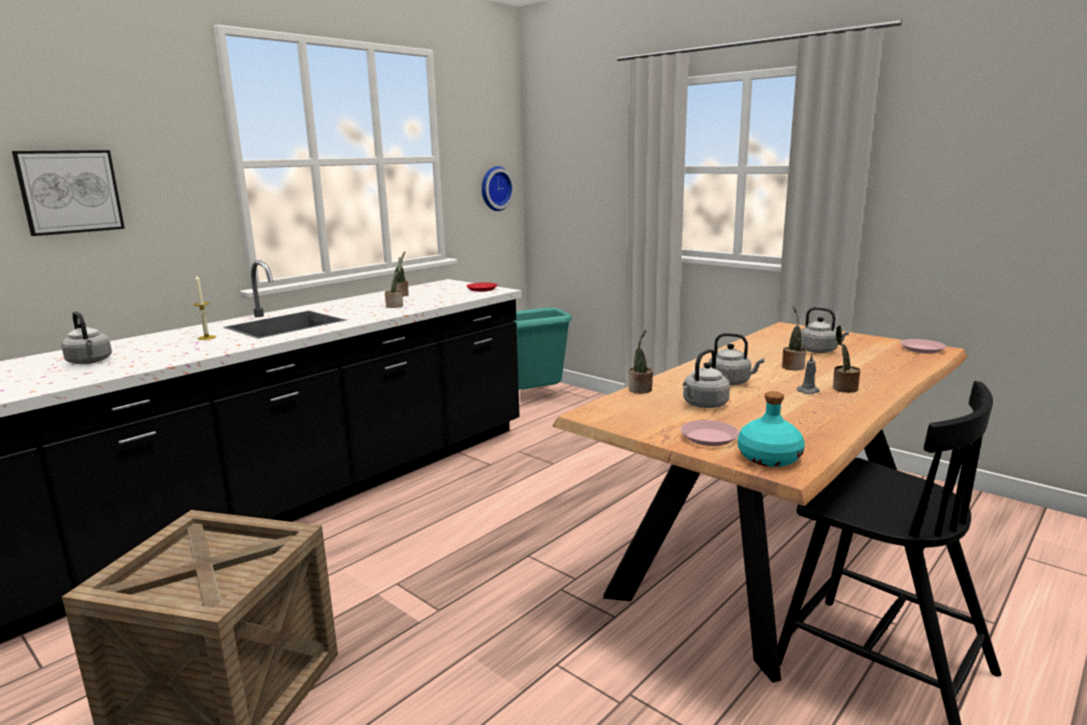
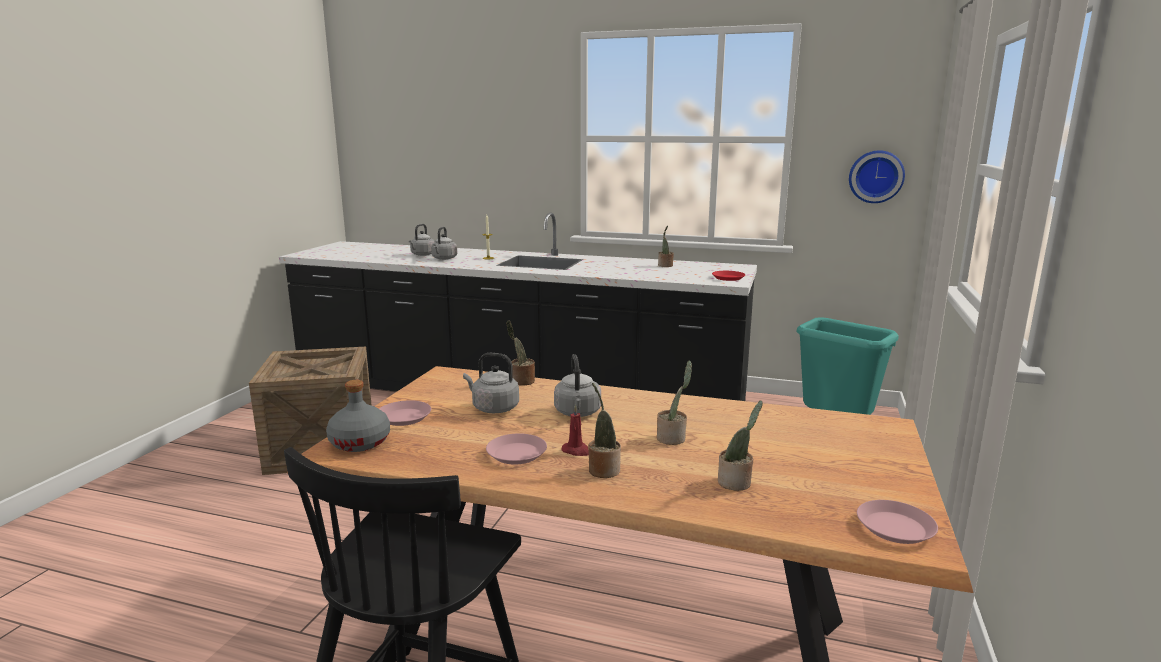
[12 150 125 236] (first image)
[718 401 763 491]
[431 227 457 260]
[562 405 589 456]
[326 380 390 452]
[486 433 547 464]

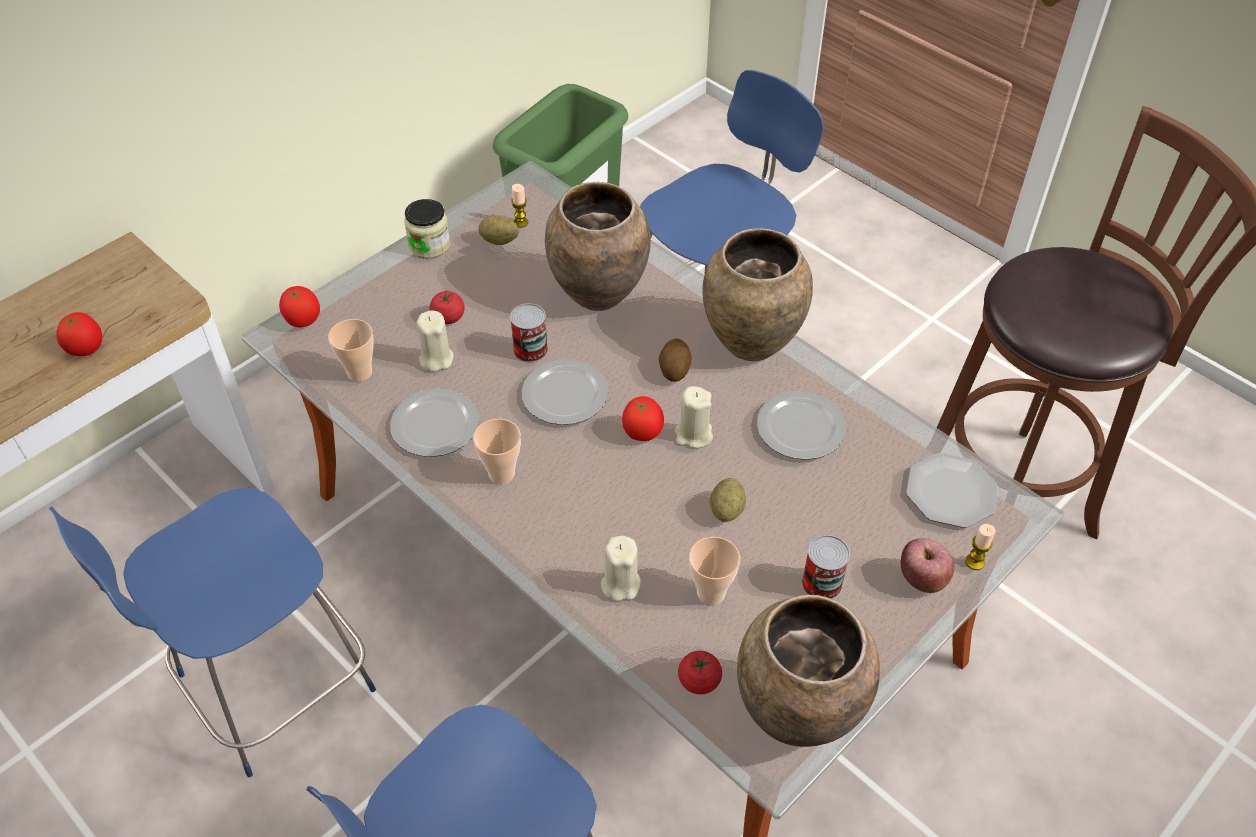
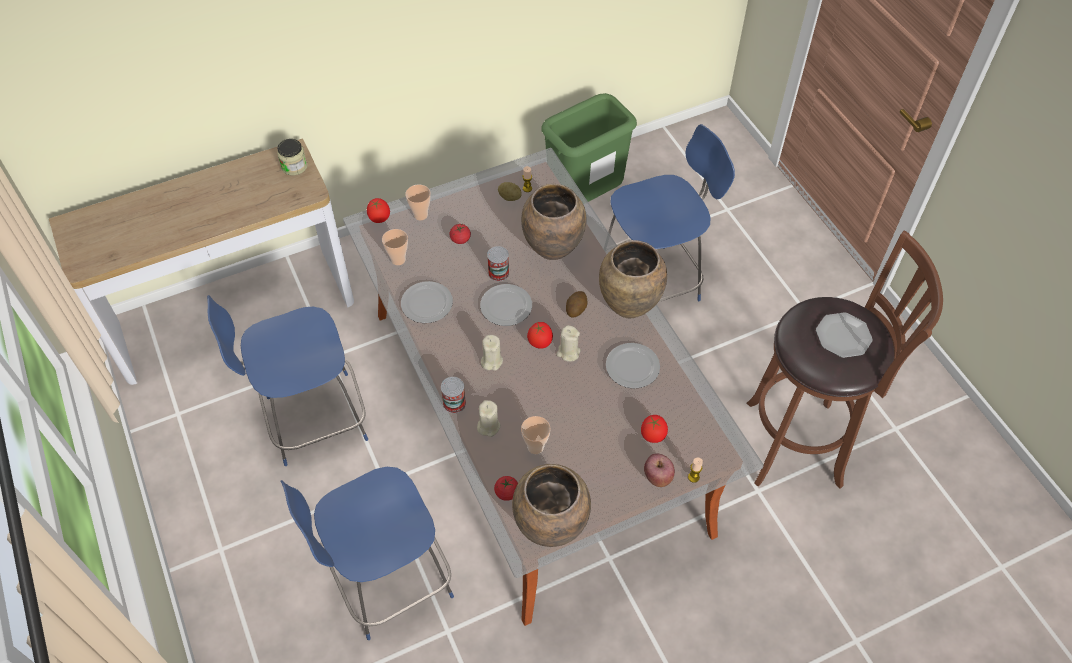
[277 139 308 175]
[481 335 503 371]
[641 415 668 443]
[405 185 431 220]
[816 312 873 358]
[710 478 746 522] (first image)
[441 377 466 413]

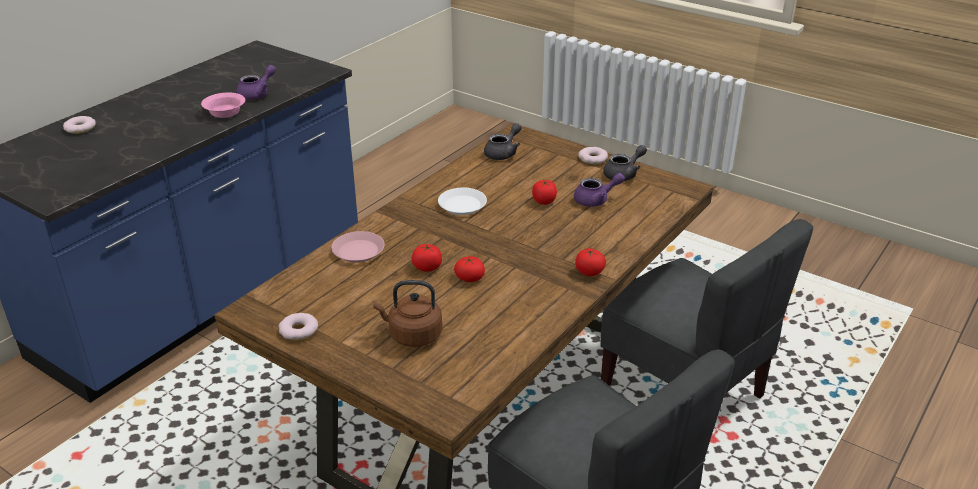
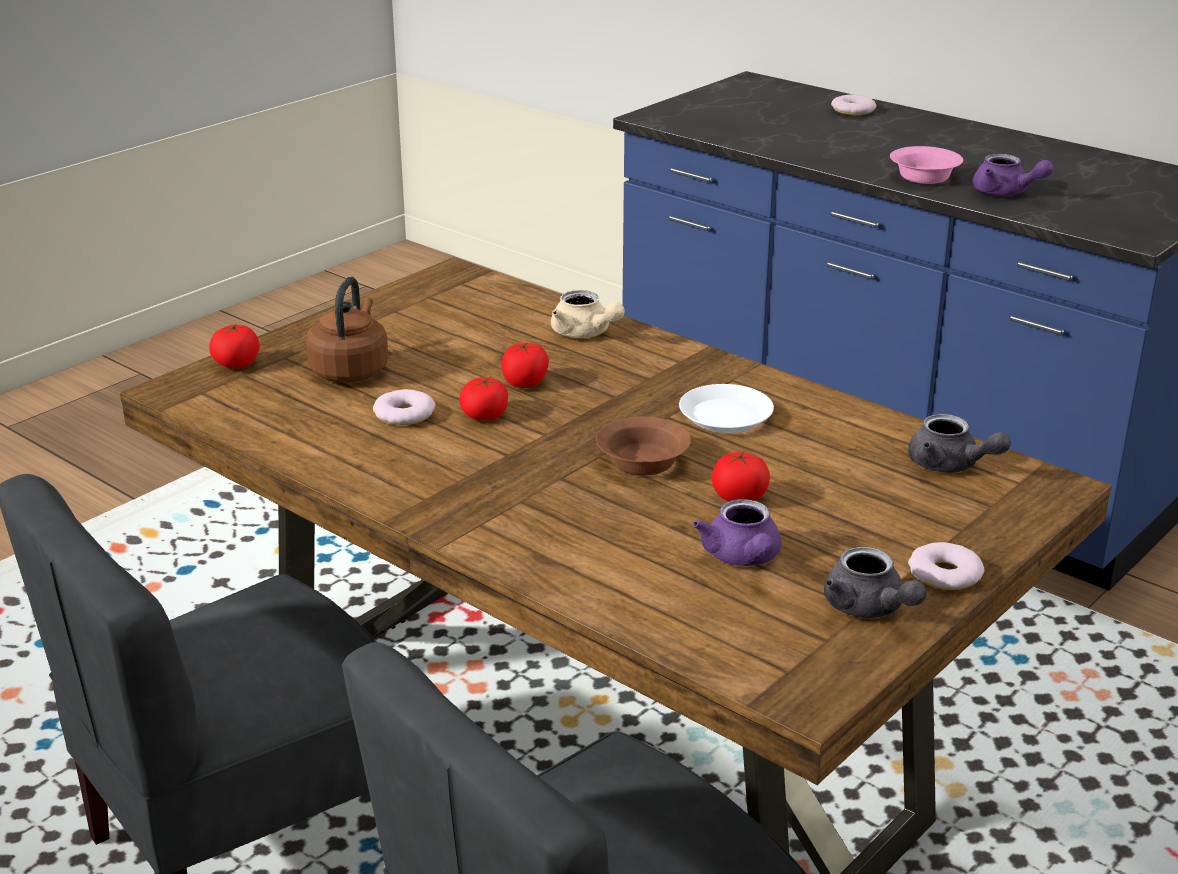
[551 290 625 338]
[209 324 259 369]
[373 389 435 426]
[596 417 691 475]

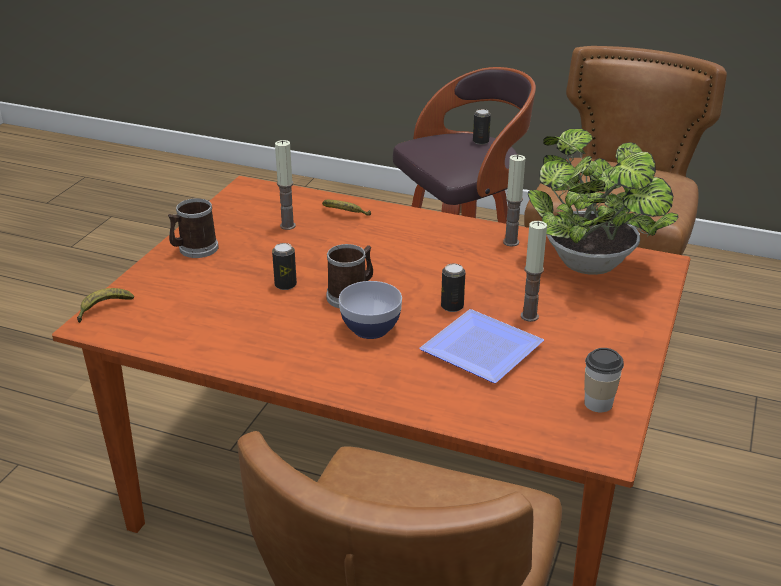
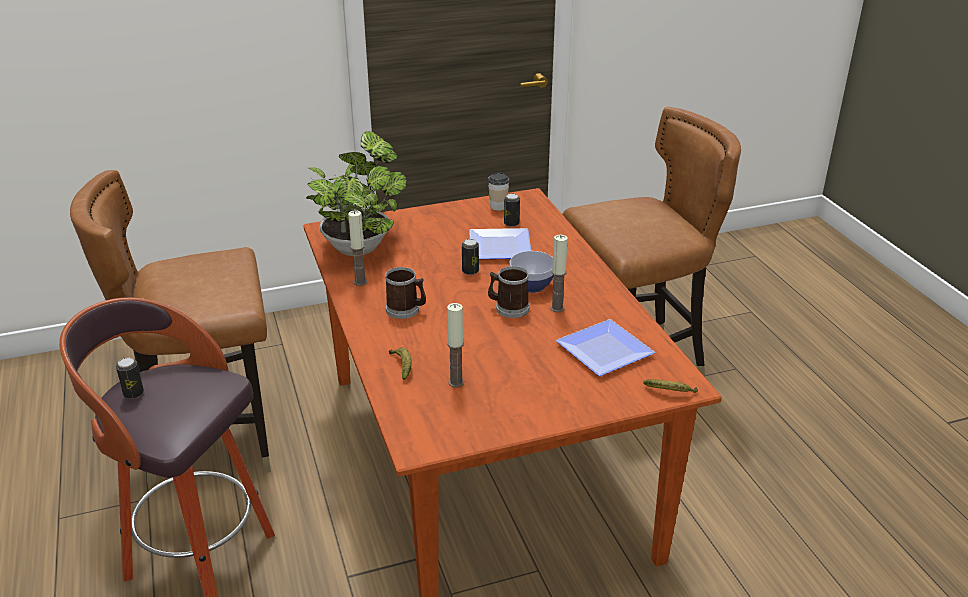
[385 267 426 319]
[550 234 568 312]
[504 193 520 227]
[556 319 655 376]

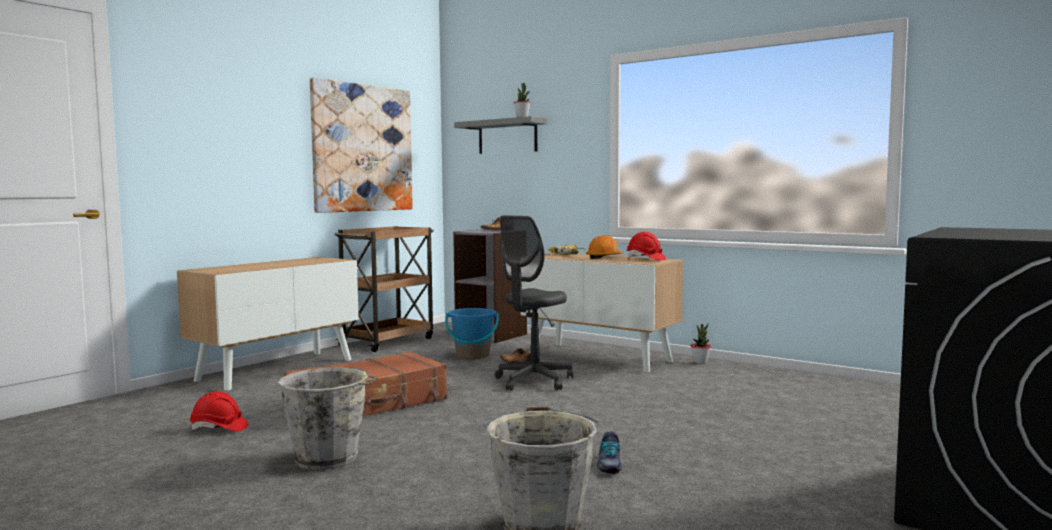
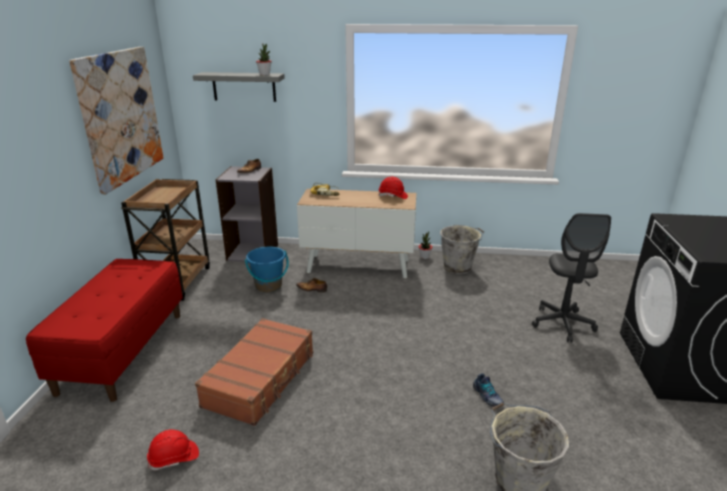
[532 213 611 342]
[586 235 624 259] (first image)
[26 259 183 402]
[440 225 484 274]

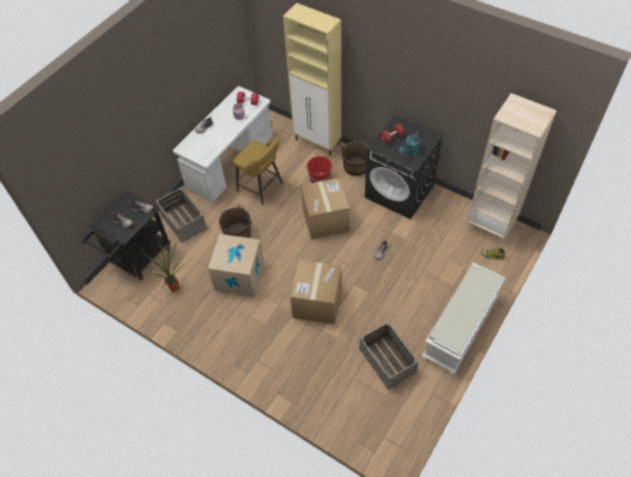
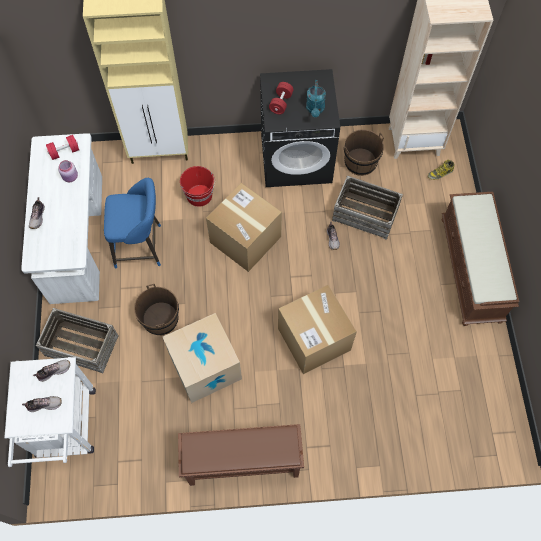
[104 178 161 269]
[344 129 384 176]
[4 357 96 467]
[140 240 184 292] (first image)
[442 192 519 326]
[332 175 403 240]
[178 424 304 486]

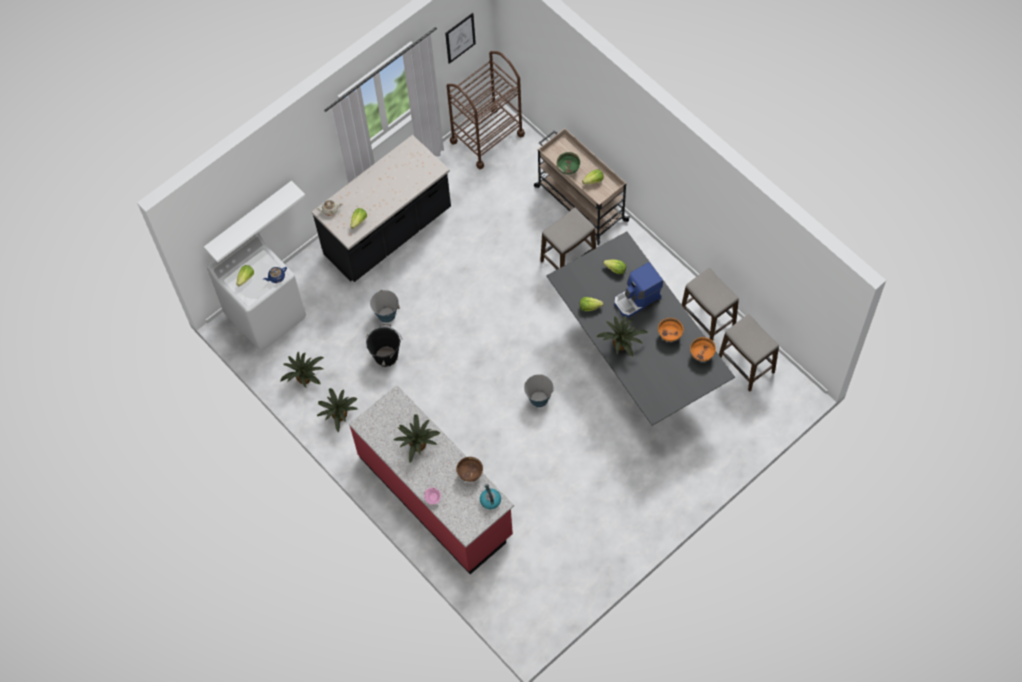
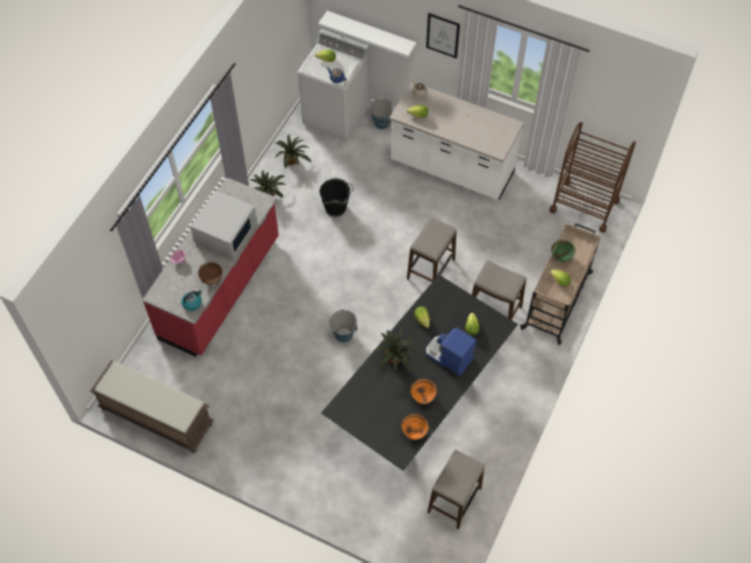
[426 13 460 59]
[390 82 524 200]
[407 217 457 282]
[370 99 395 129]
[190 190 257 258]
[90 360 214 453]

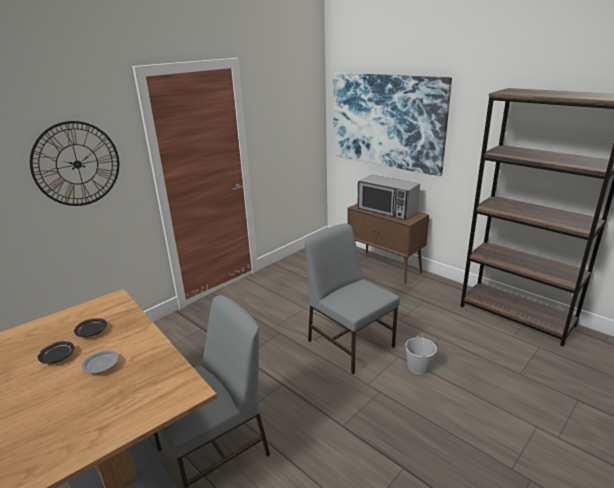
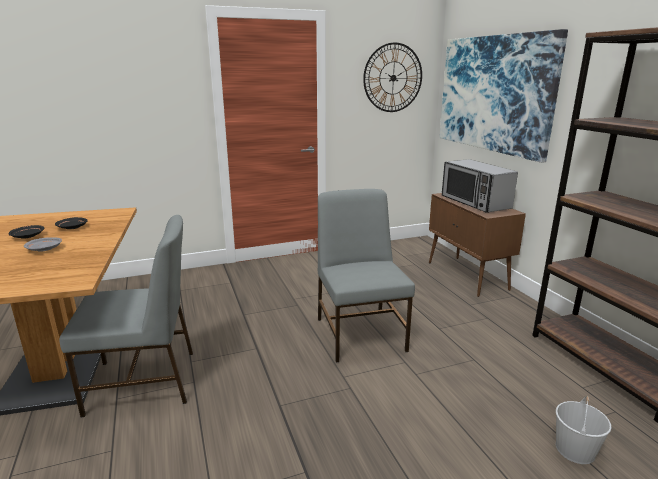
[363 42 422 112]
[556 396 612 464]

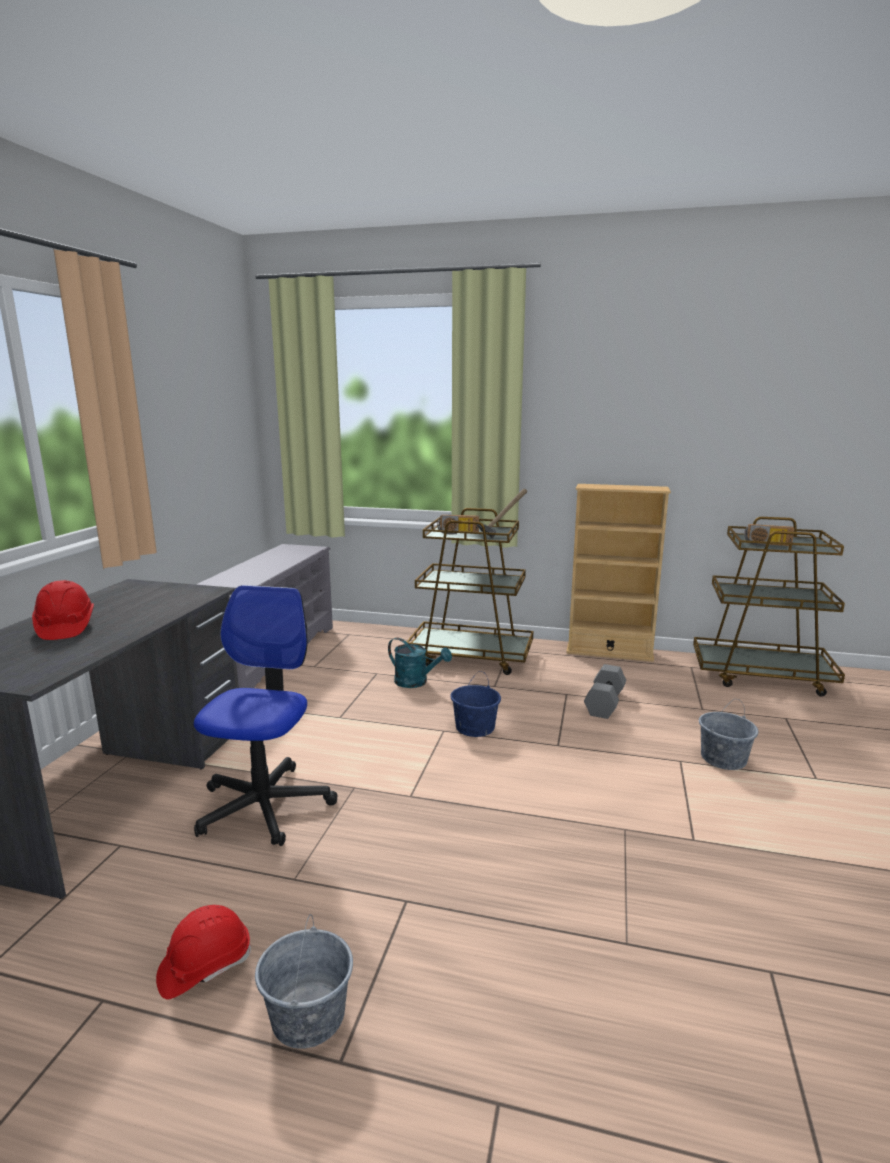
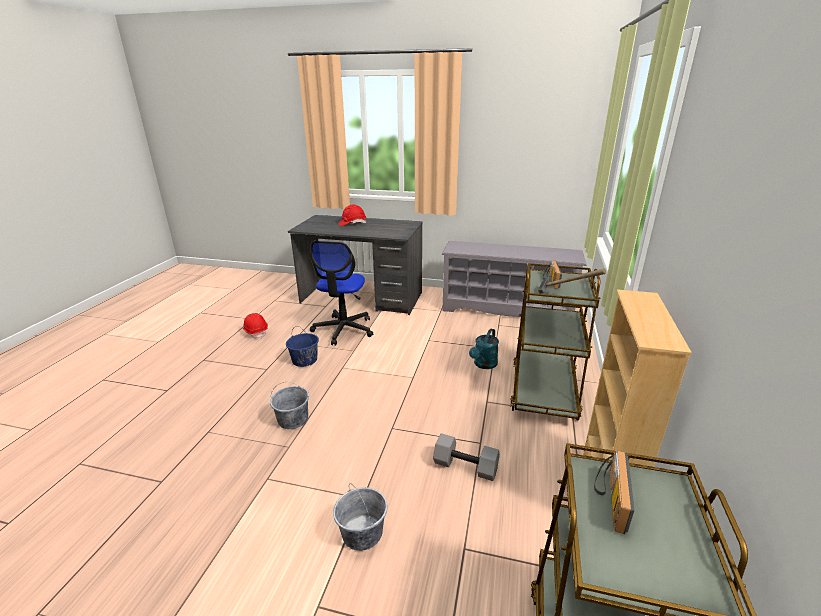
[310 241 373 345]
[286 326 319 367]
[270 382 309 429]

